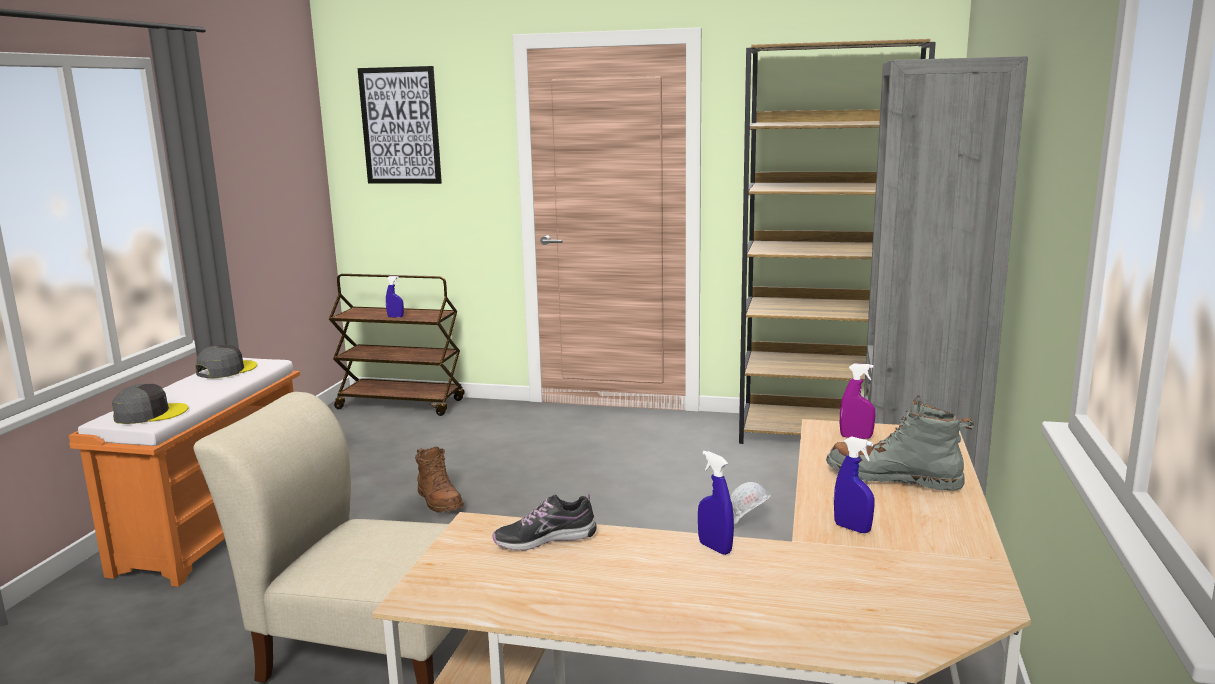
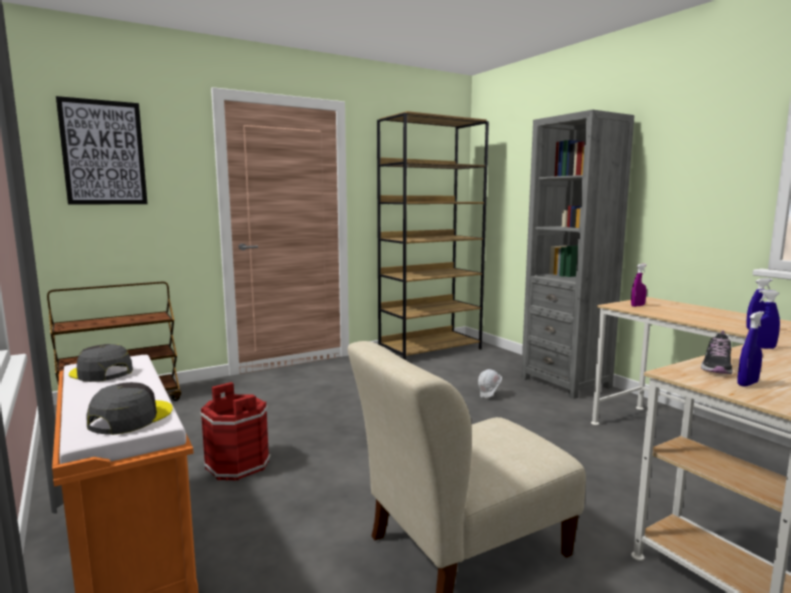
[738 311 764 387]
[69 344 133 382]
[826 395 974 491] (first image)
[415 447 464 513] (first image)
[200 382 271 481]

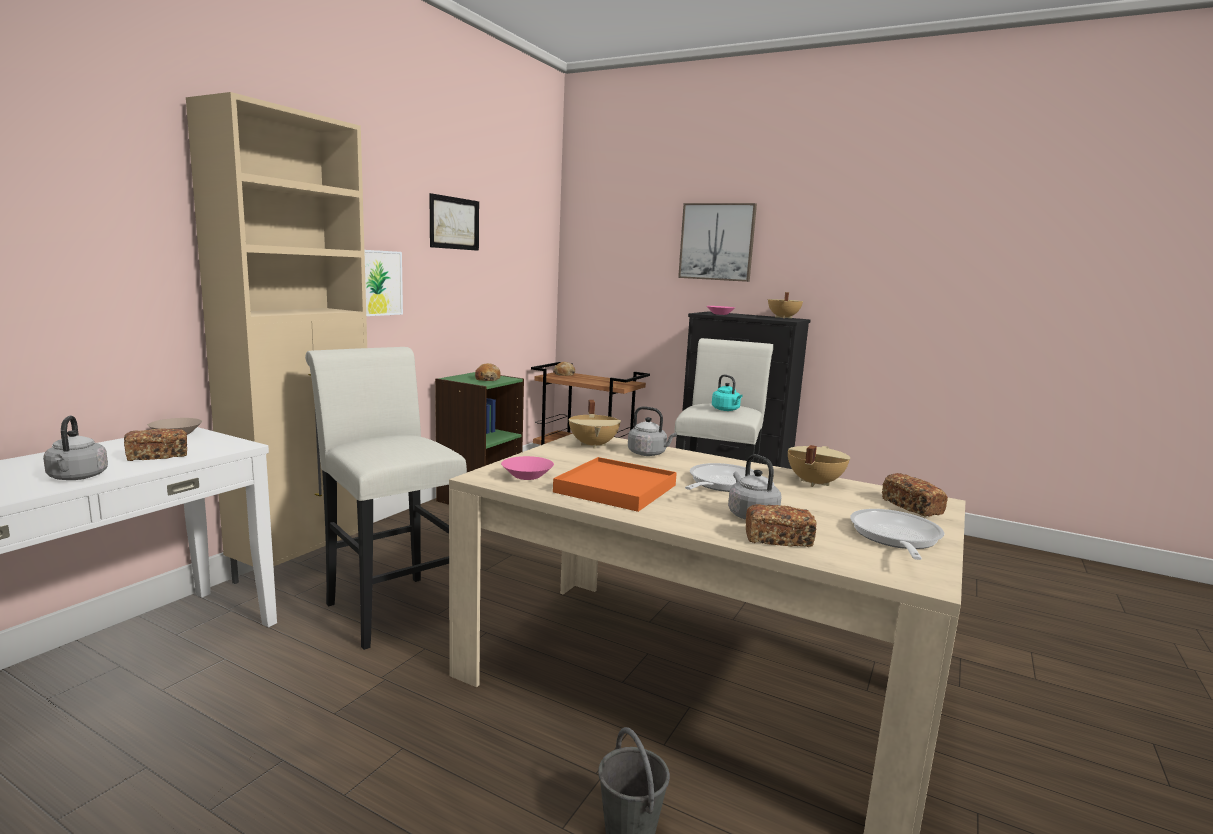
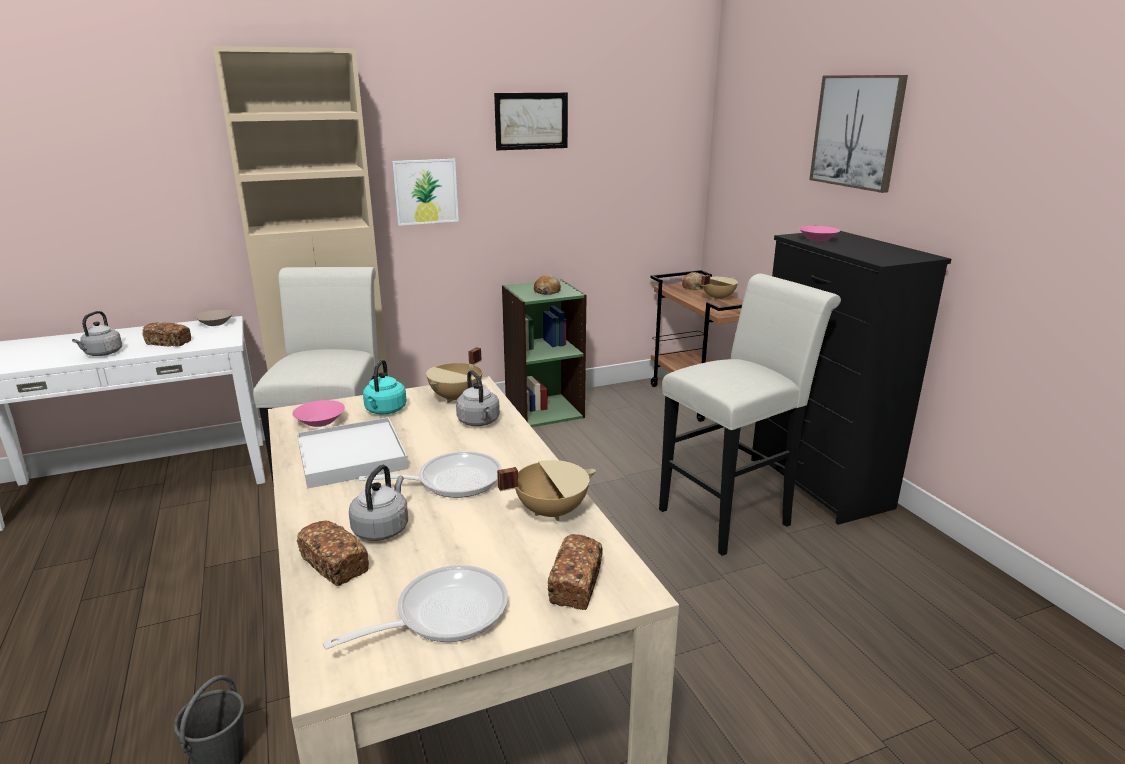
[701 275 738 300]
[363 359 407 414]
[297 417 408 488]

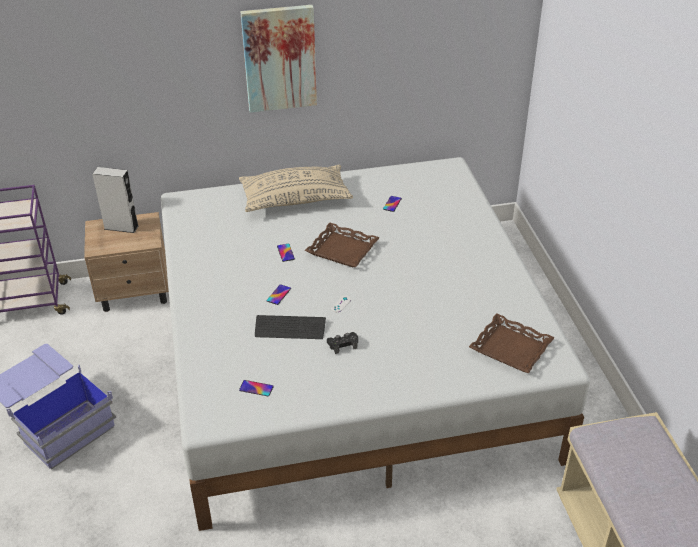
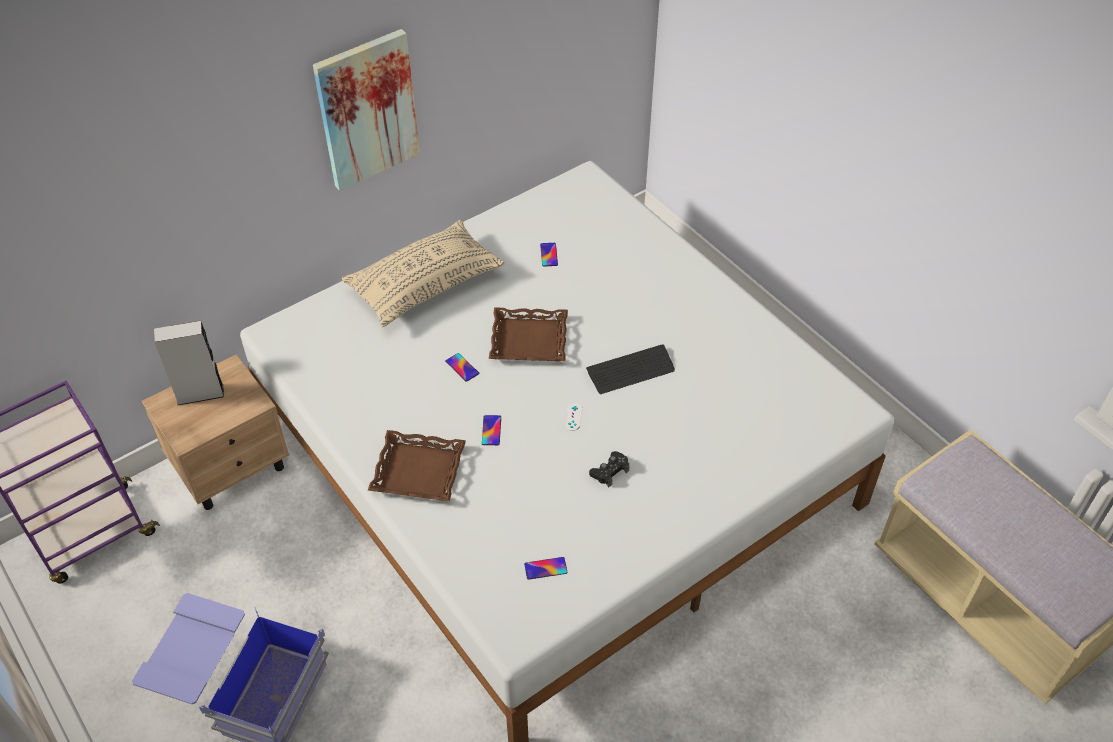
[368 430 466 502]
[586 345 675 394]

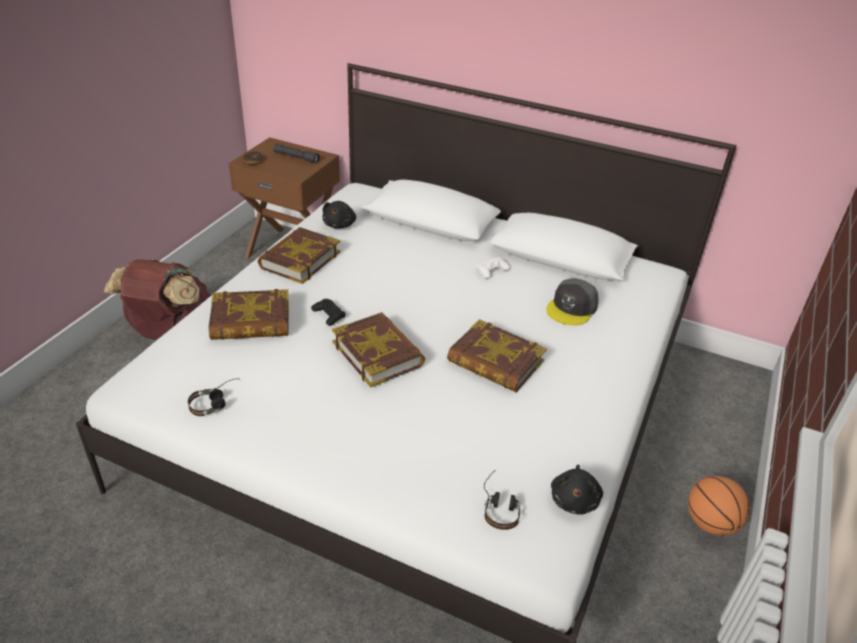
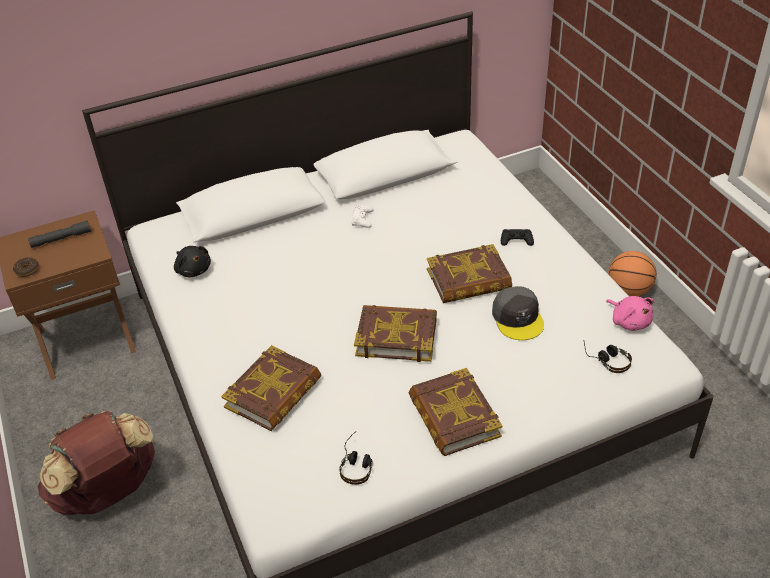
[409 368 503 456]
[492 286 544 340]
[501 229 534 246]
[606 296 654 331]

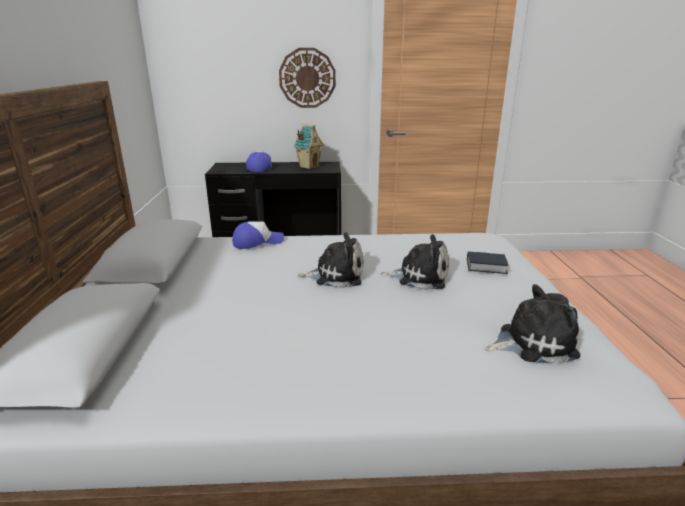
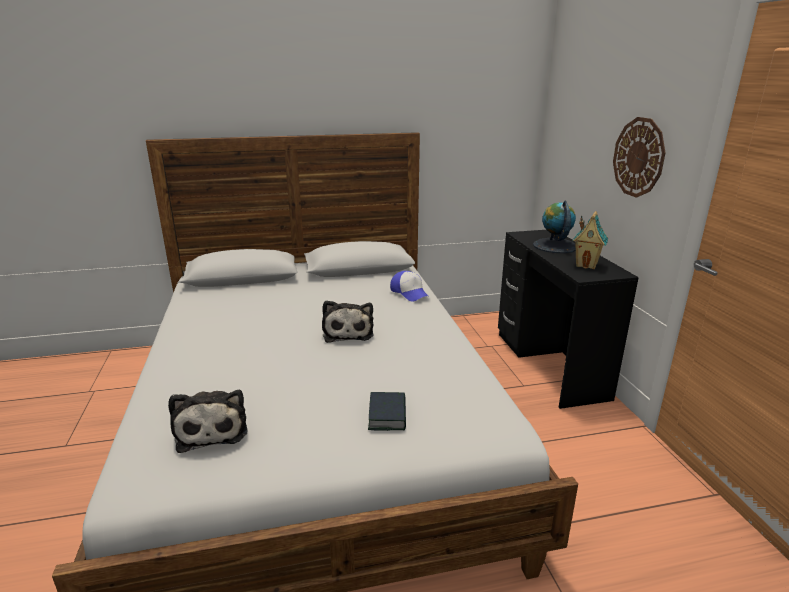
[533 201 576 253]
[381 234 449 290] (first image)

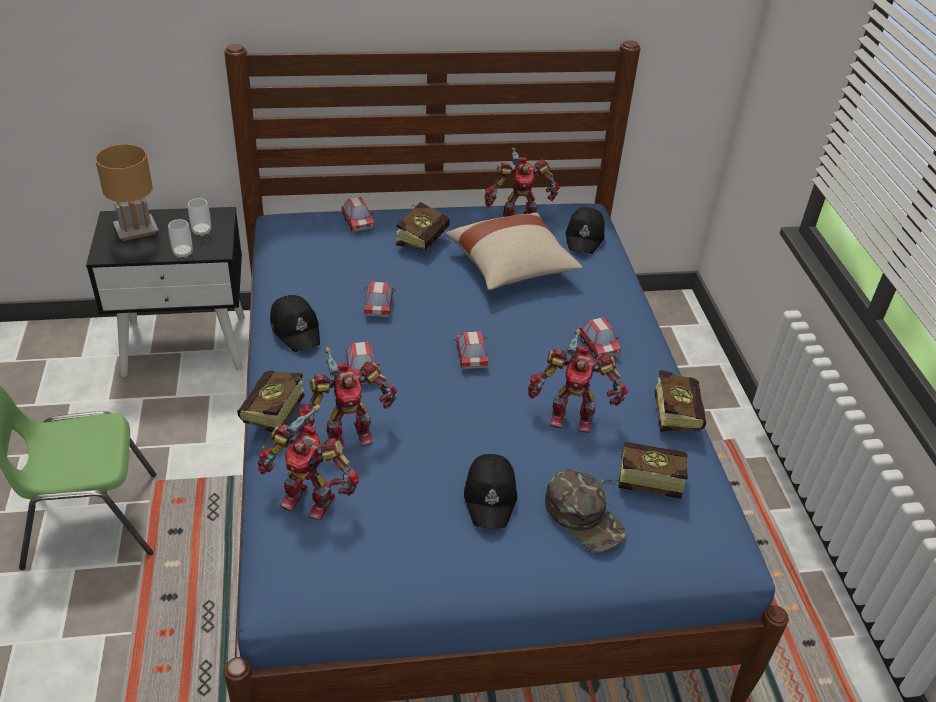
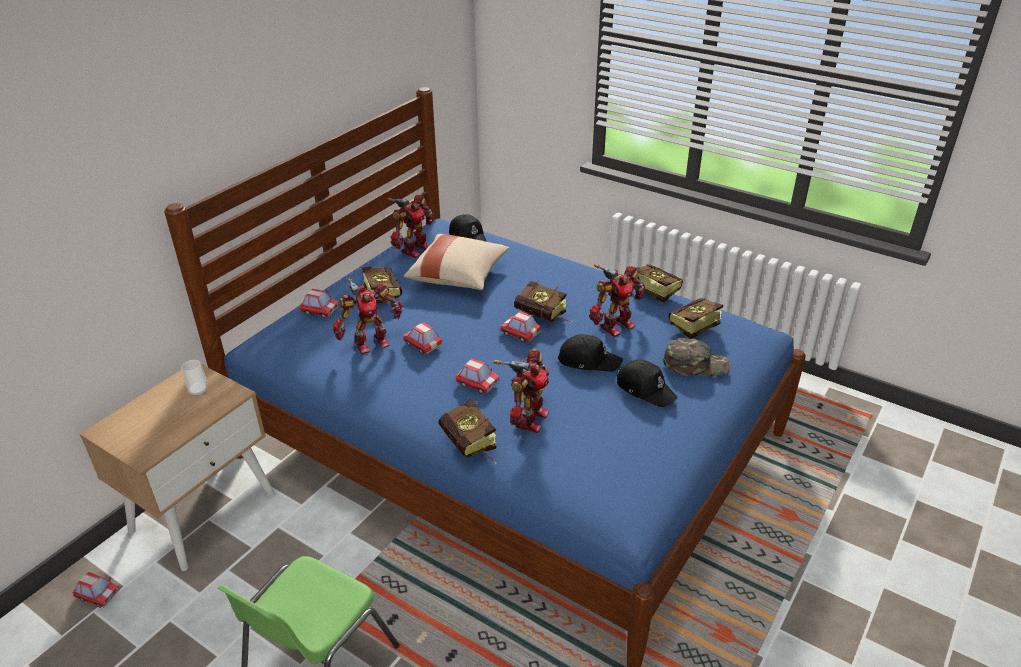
[95 144 159 241] (first image)
[80 364 276 571]
[168 219 193 258] (first image)
[558 334 623 372]
[72 572 120 608]
[333 278 403 354]
[514 280 572 322]

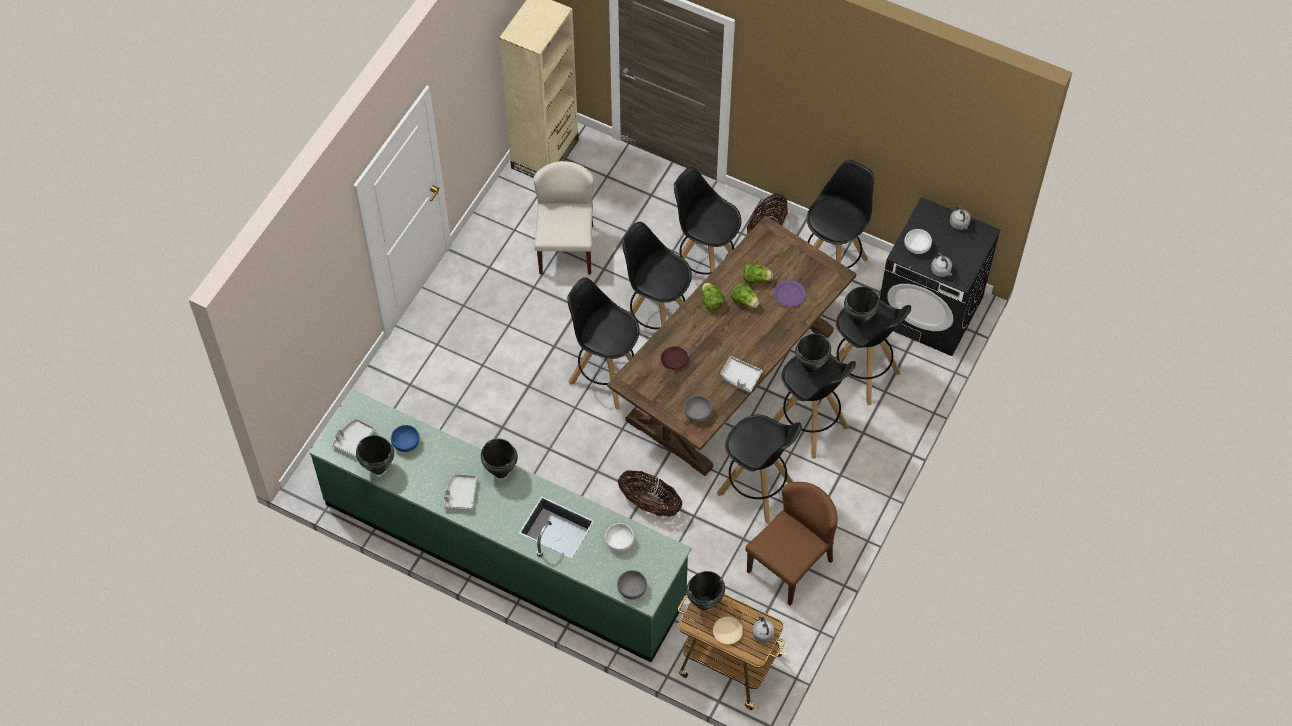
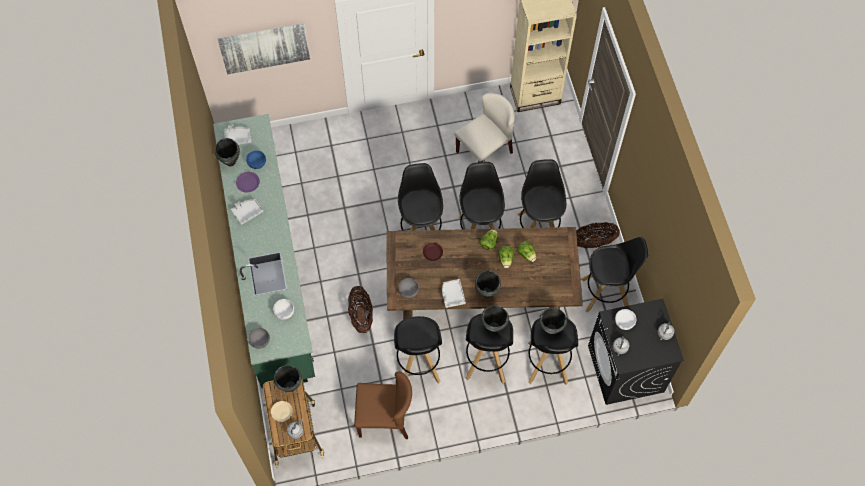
[236 172 260 192]
[475 270 501 298]
[218 24 310 74]

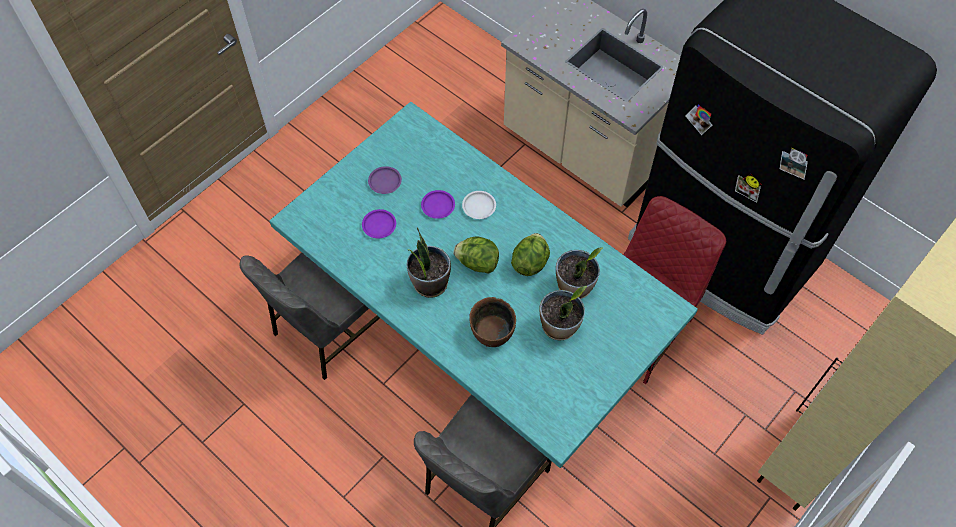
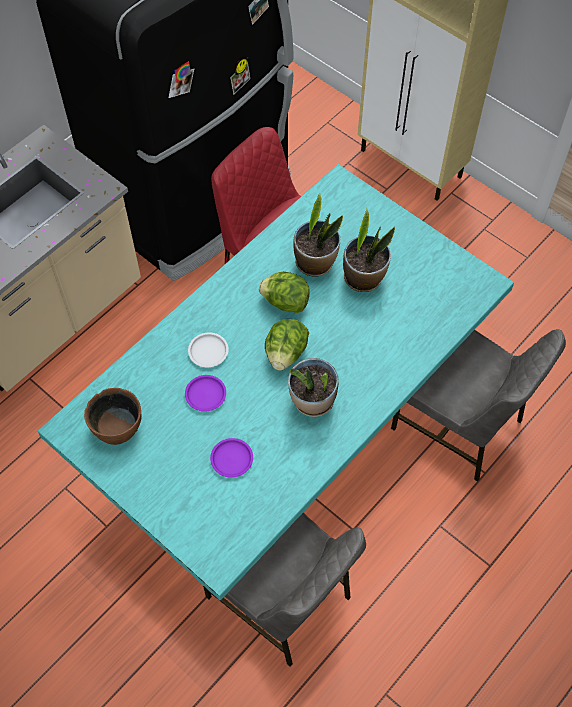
[368 166 402 194] (first image)
[84 388 141 445]

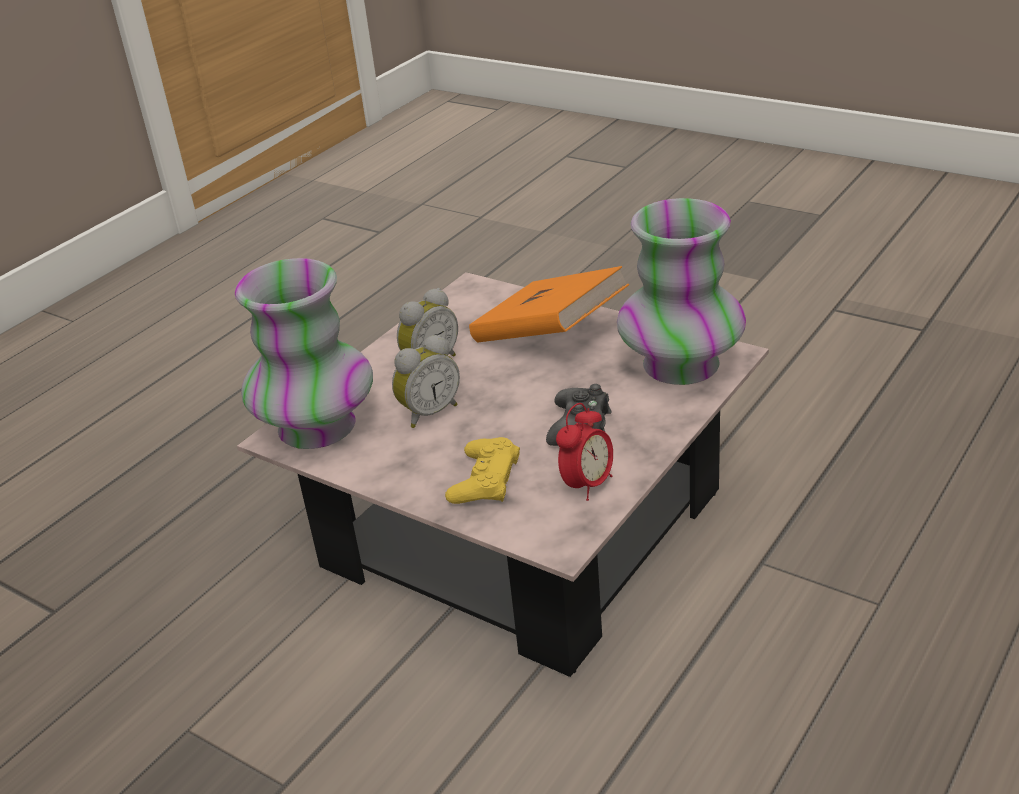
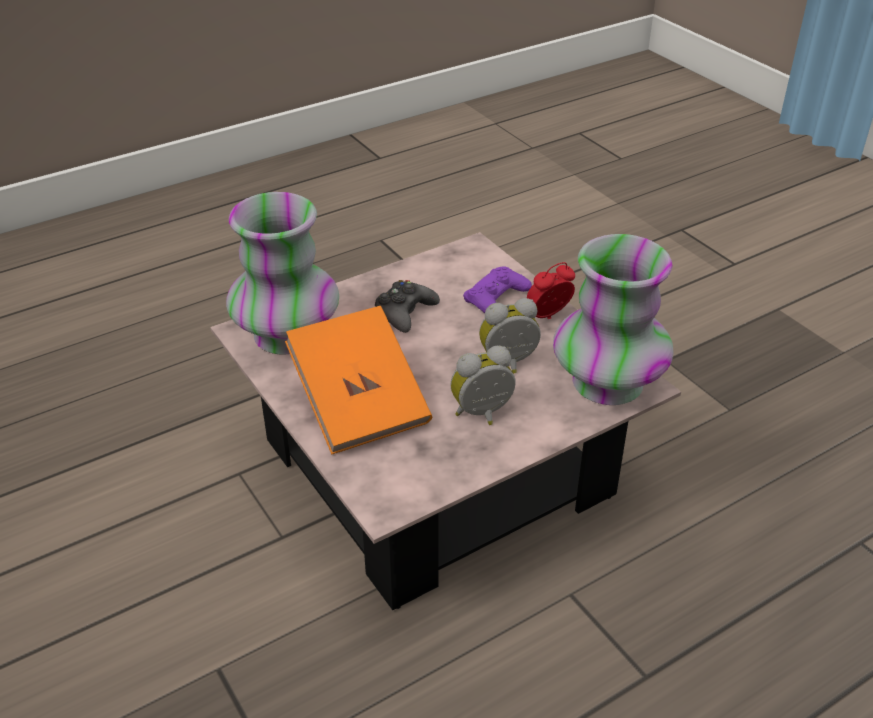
[527 262 575 319]
[463 267 532 313]

